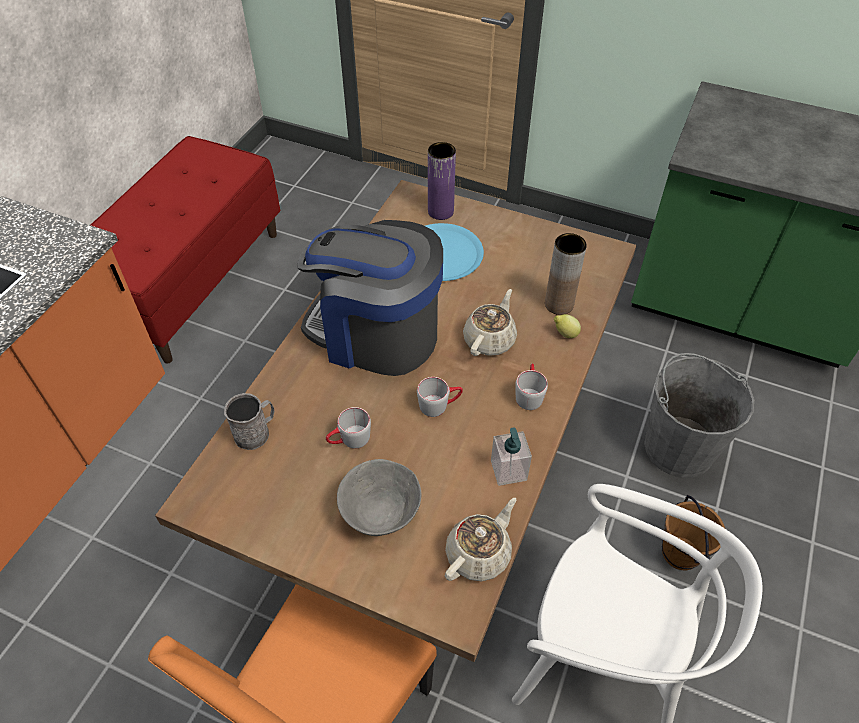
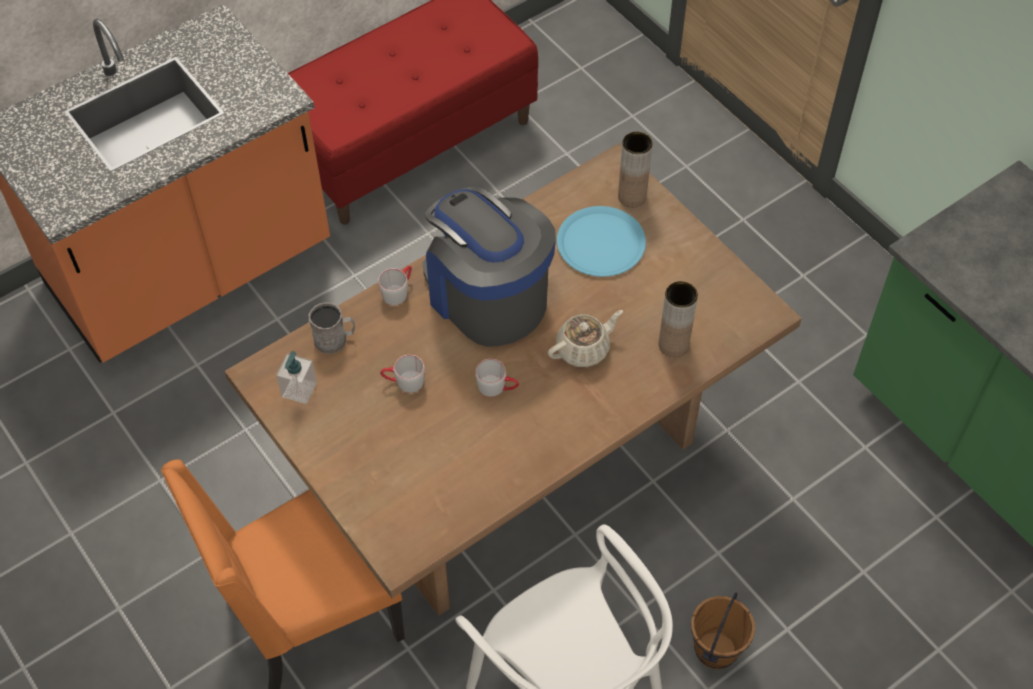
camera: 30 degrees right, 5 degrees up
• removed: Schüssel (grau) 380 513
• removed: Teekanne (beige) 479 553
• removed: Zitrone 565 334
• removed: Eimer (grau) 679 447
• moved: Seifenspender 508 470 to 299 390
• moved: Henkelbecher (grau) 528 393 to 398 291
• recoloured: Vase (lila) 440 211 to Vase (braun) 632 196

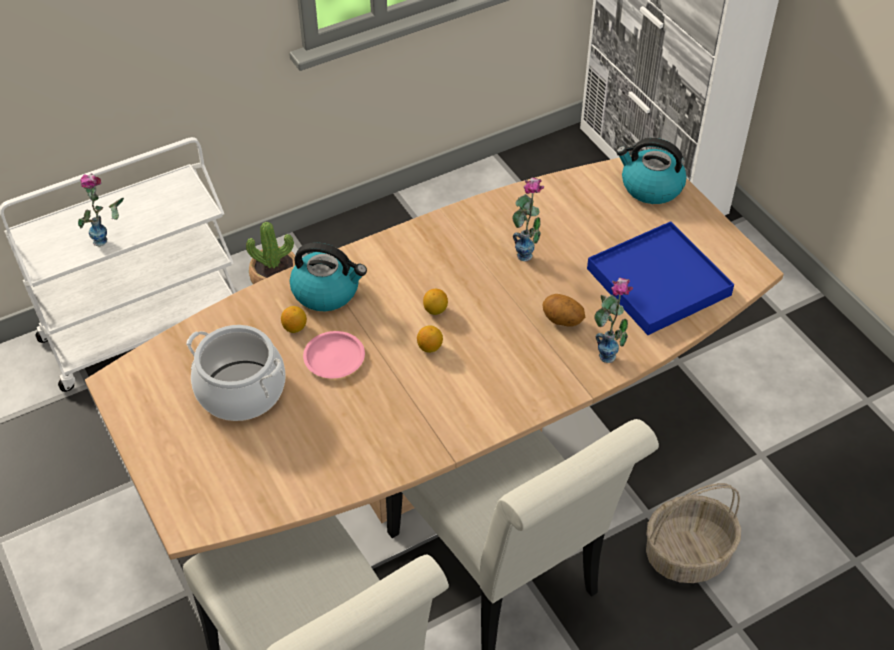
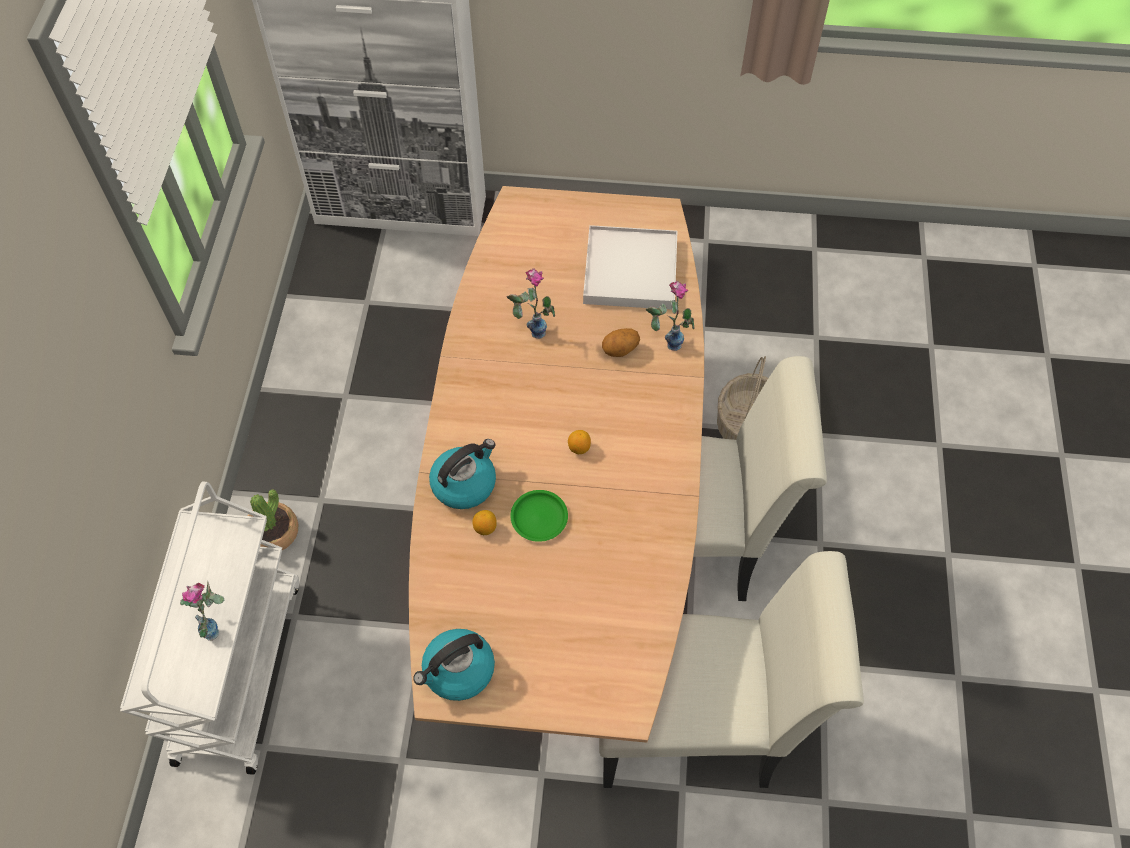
camera: 55 degrees left, 10 degrees up
• removed: Kochtopf 241 391
• removed: Zitrone 435 310
• moved: Wasserkessel 650 187 to 458 671
• recoloured: Teller (rosa) 333 358 to Teller (grün) 538 518
• recoloured: Tablett (blau) 659 282 to Tablett (weiß) 630 271

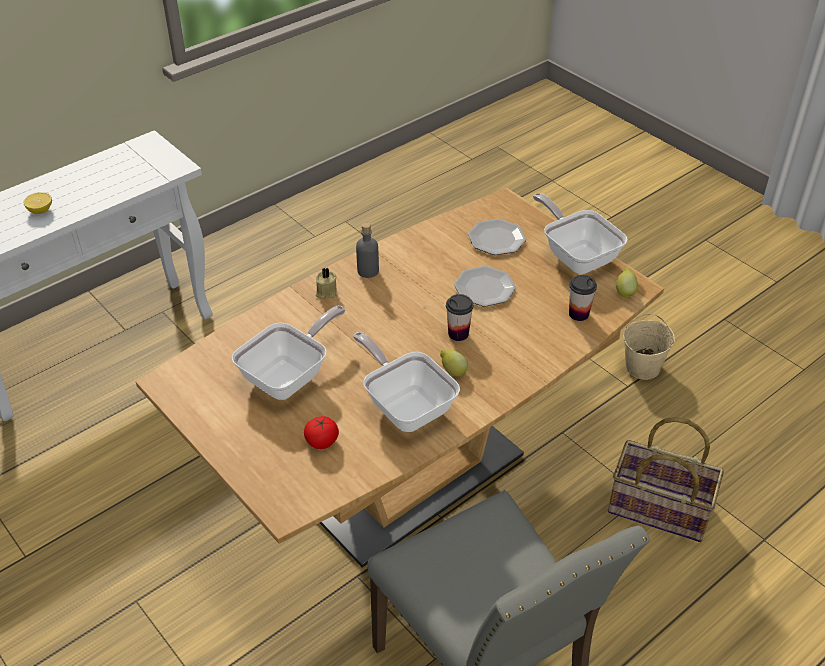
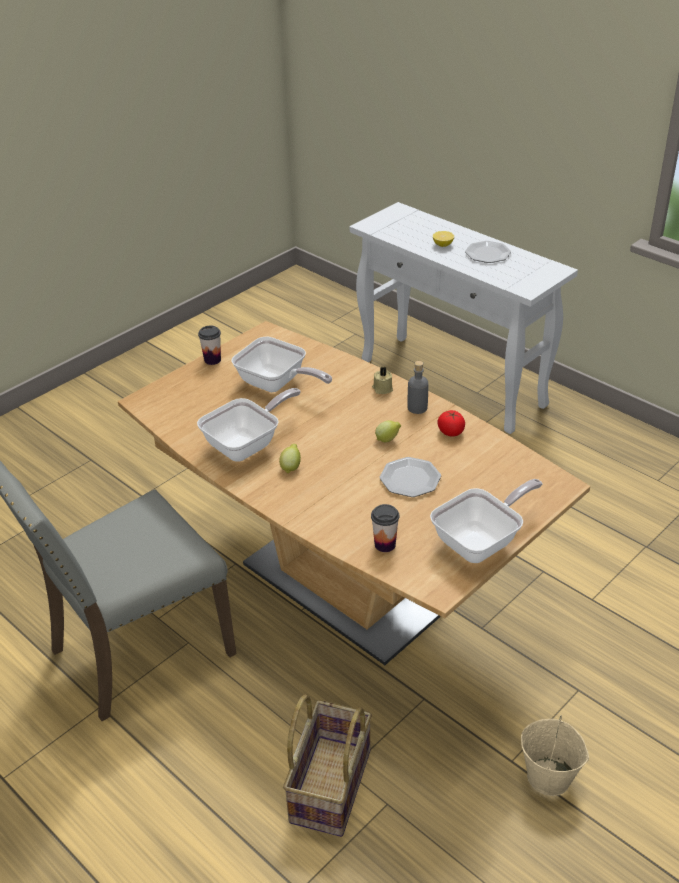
camera: 85 degrees right, 5 degrees down
• moved: Tomate 322 441 to 451 432
• moved: Tasse 458 334 to 212 360
• moved: Teller 497 239 to 488 254
• moved: Zitrone 625 292 to 388 440

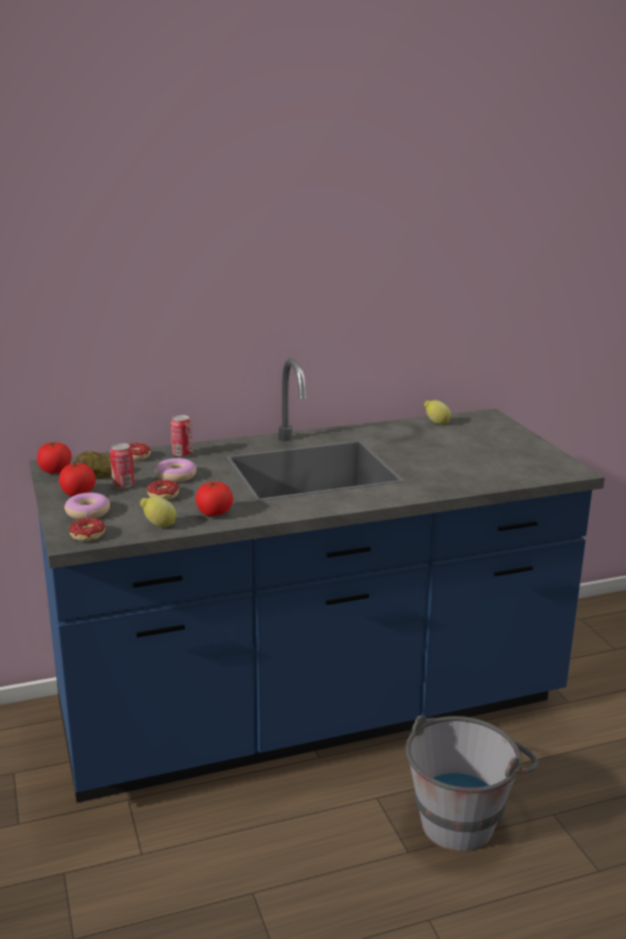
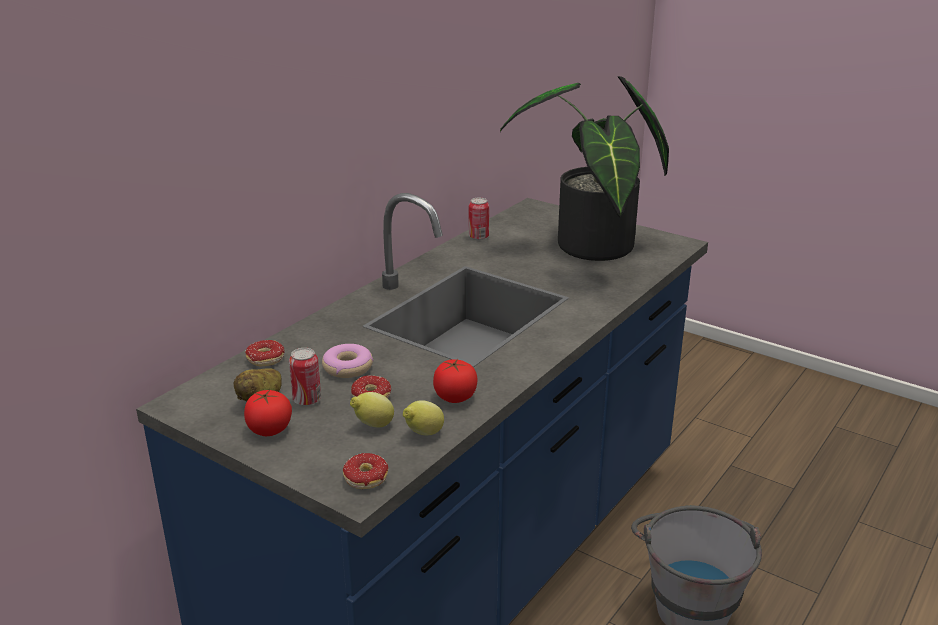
camera: 35 degrees left, 5 degrees up
• removed: Tomate 55 471
• removed: Donut 88 512
• added: Topfpflanze 591 250
• moved: Dose 182 454 to 478 237
• moved: Zitrone 436 423 to 373 425

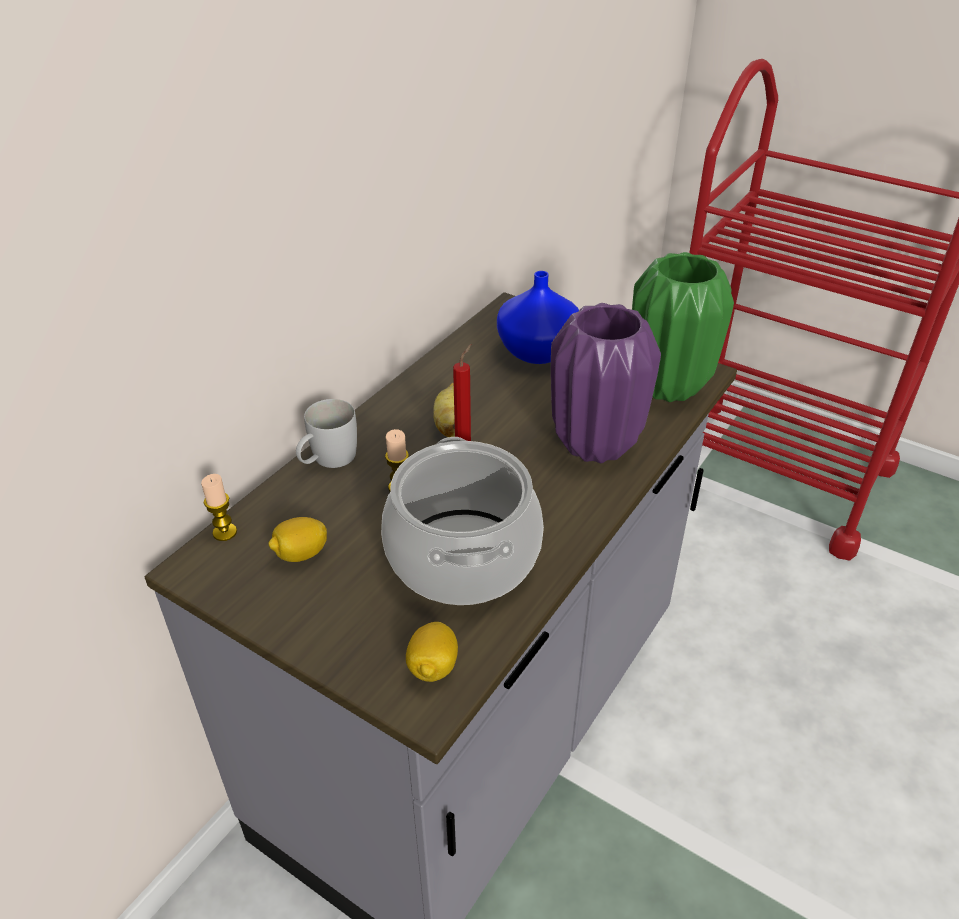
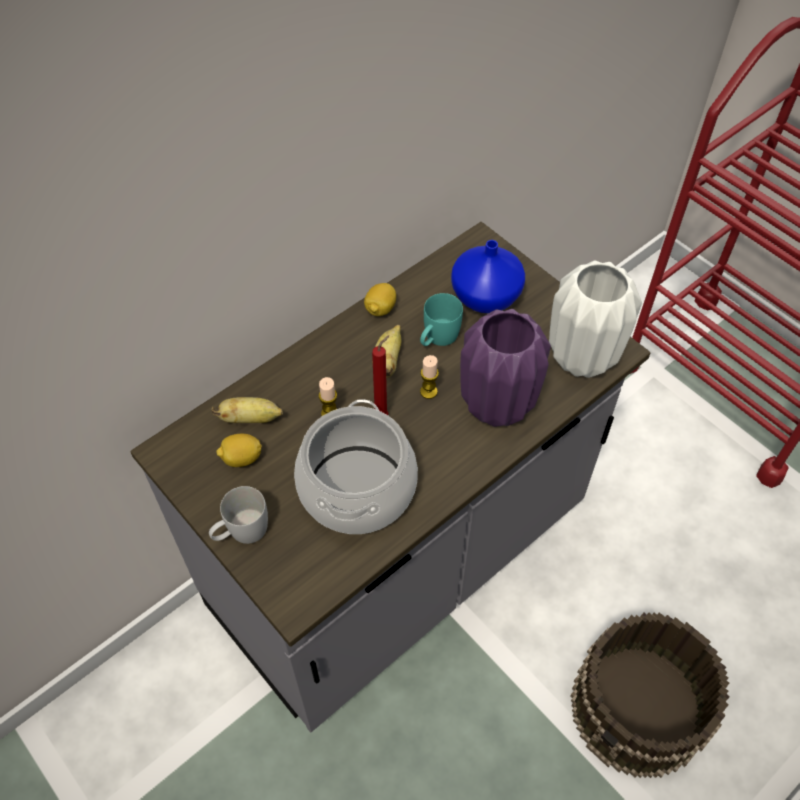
camera: 15 degrees right, 15 degrees up
• added: Banane 251 419
• added: Henkelbecher (türkis) 437 338
• added: Eimer (braun) 639 708
• moved: Kerze 225 532 to 428 391
• moved: Henkelbecher (weiß) 328 460 to 241 532
• moved: Zitrone 433 667 to 380 309
• recoloured: Vase (grün) 669 386 to Vase (weiß) 582 359

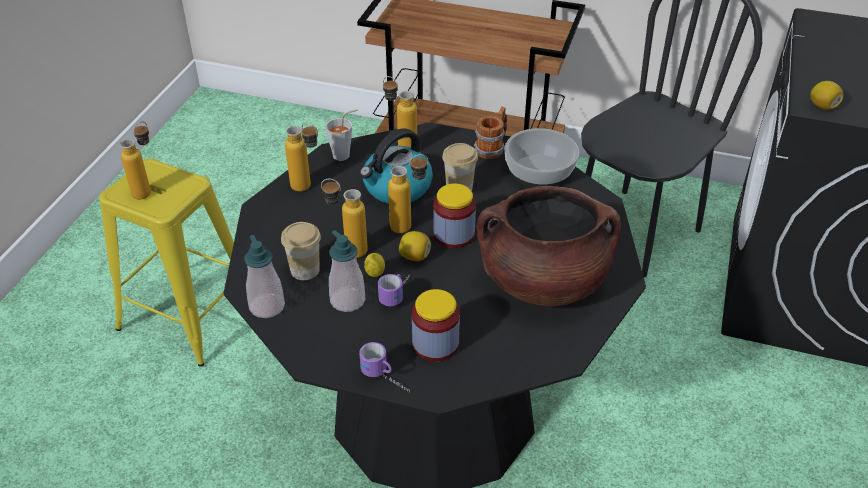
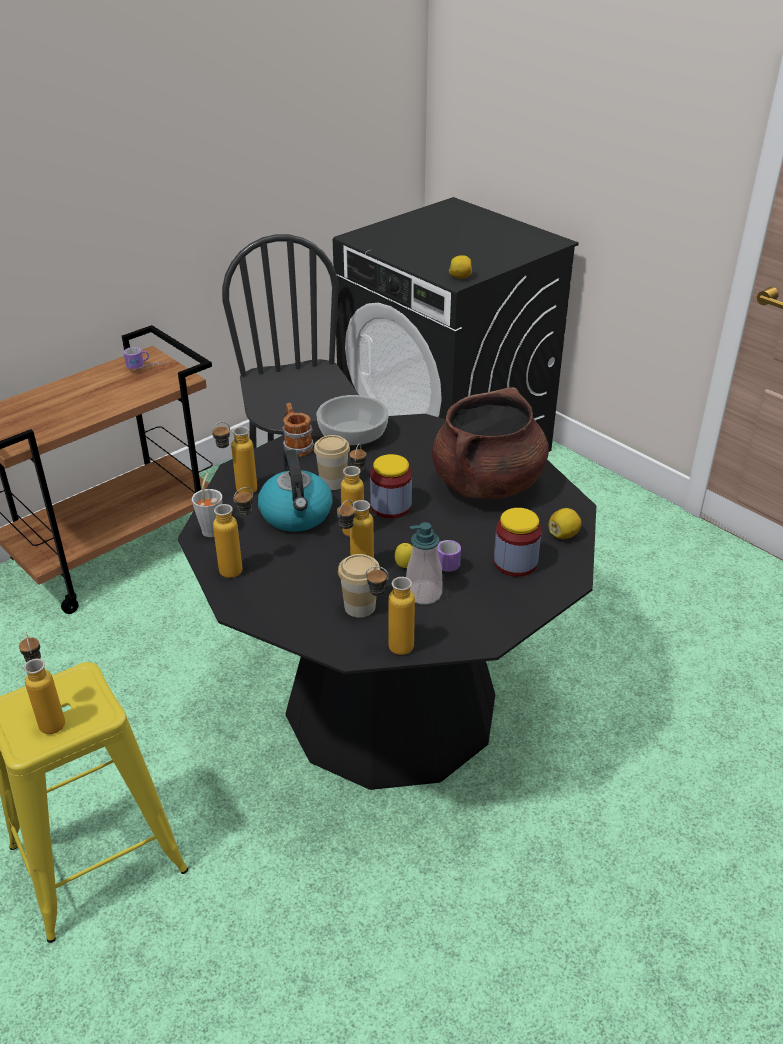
camera: 60 degrees left, 5 degrees down
• moved: Henkelbecher 386 380 to 146 368
• moved: Zitrone 415 256 to 563 535
• replaced: Seifenspender 267 306 to Flasche 390 646

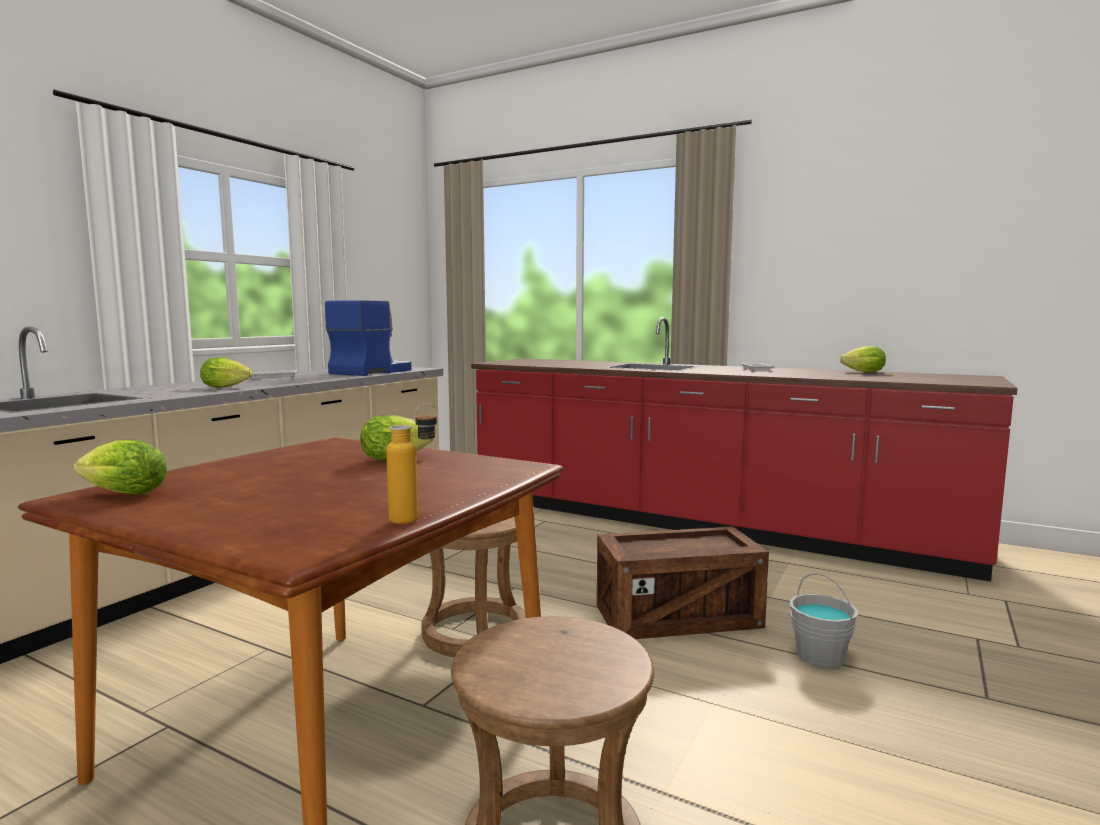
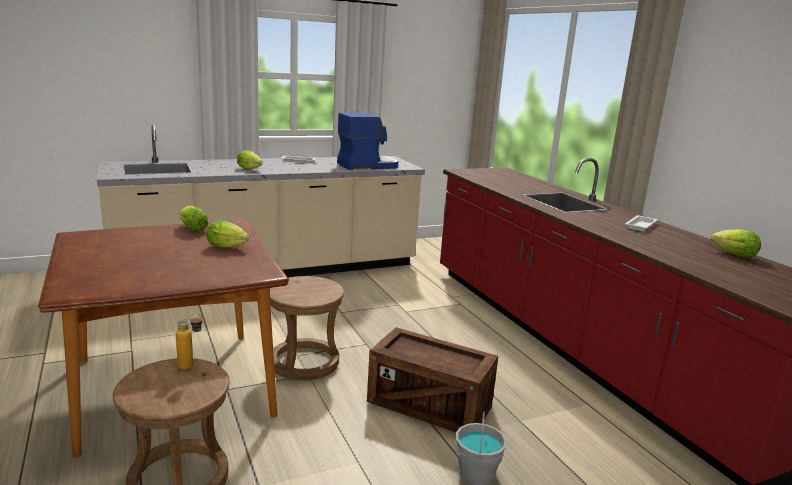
camera: 35 degrees right, 10 degrees up
• moved: Salatkopf 120 494 to 191 229
• moved: Flasche 415 518 to 191 367

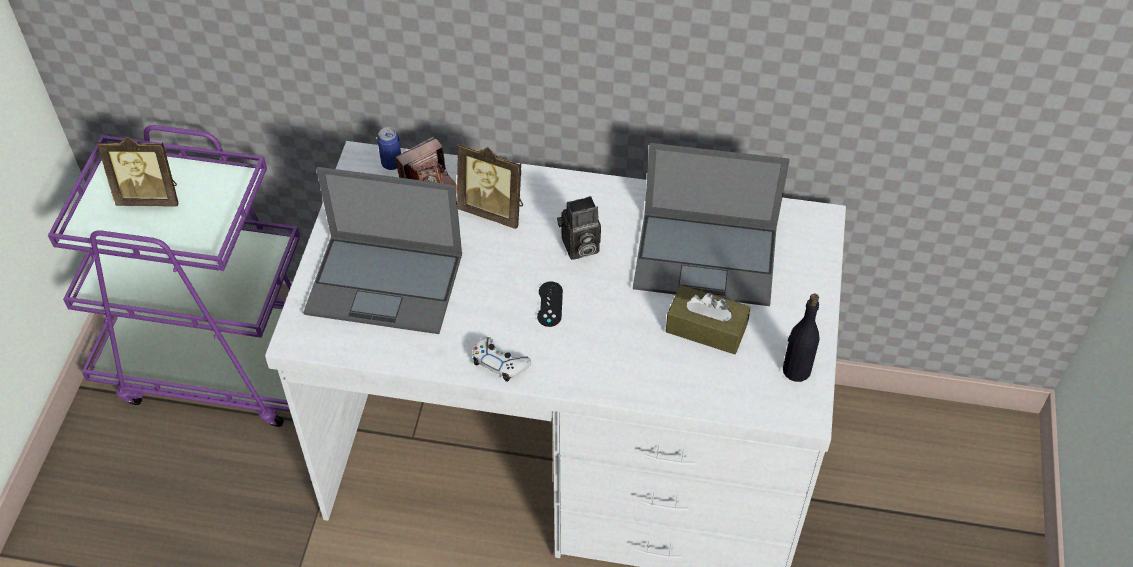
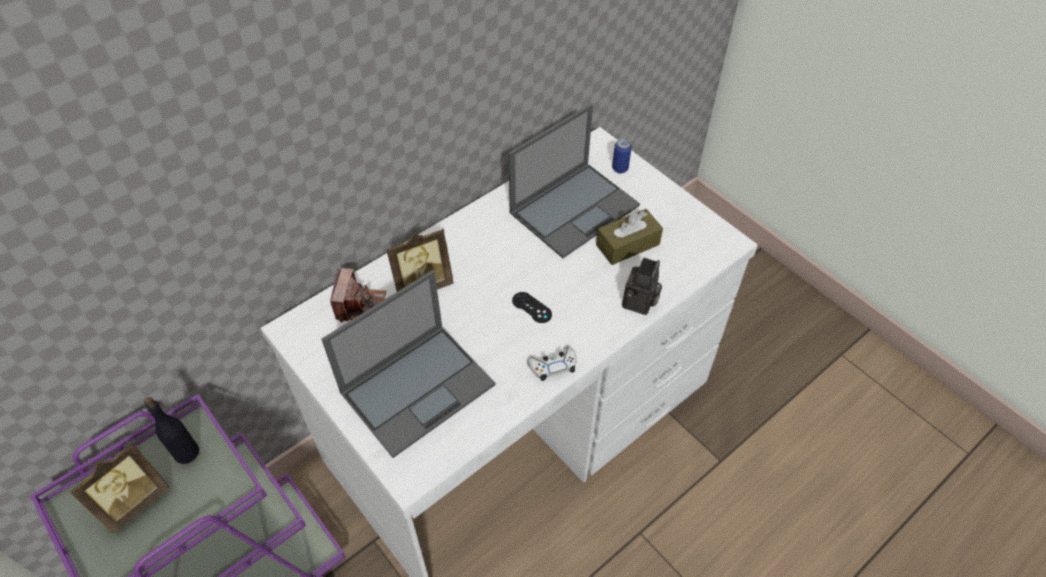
camera: 50 degrees left, 0 degrees up
• moved: Dose 391 163 to 620 168
• moved: Kamera 579 248 to 640 304
• moved: Flasche (schwarz) 796 370 to 186 453

